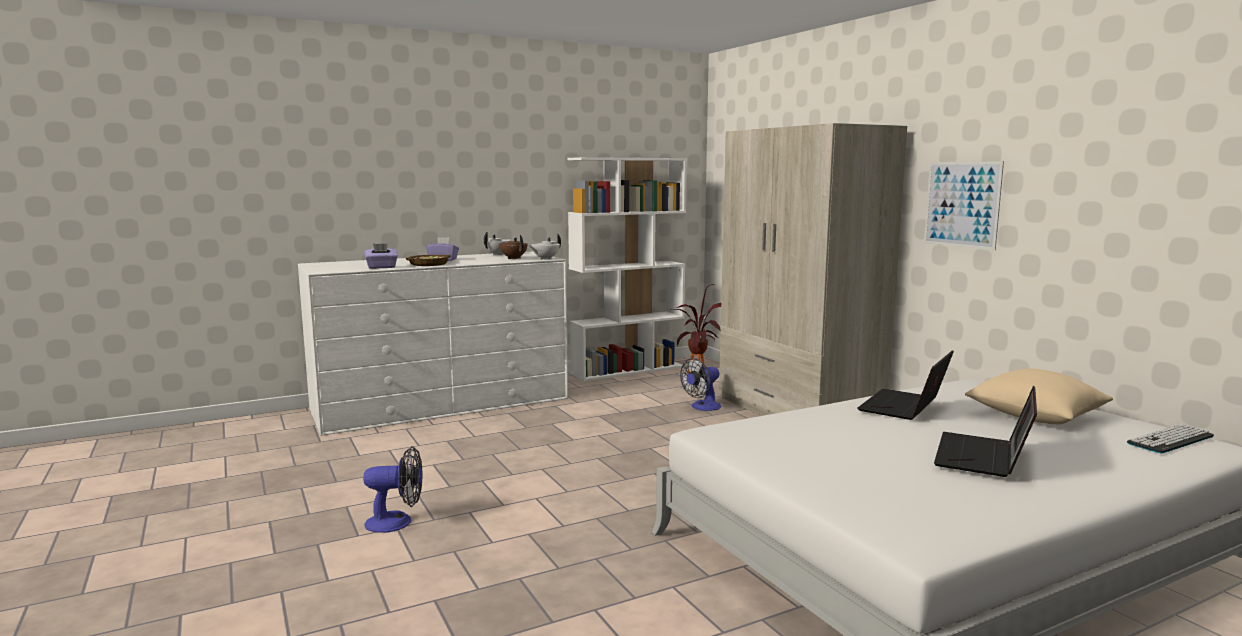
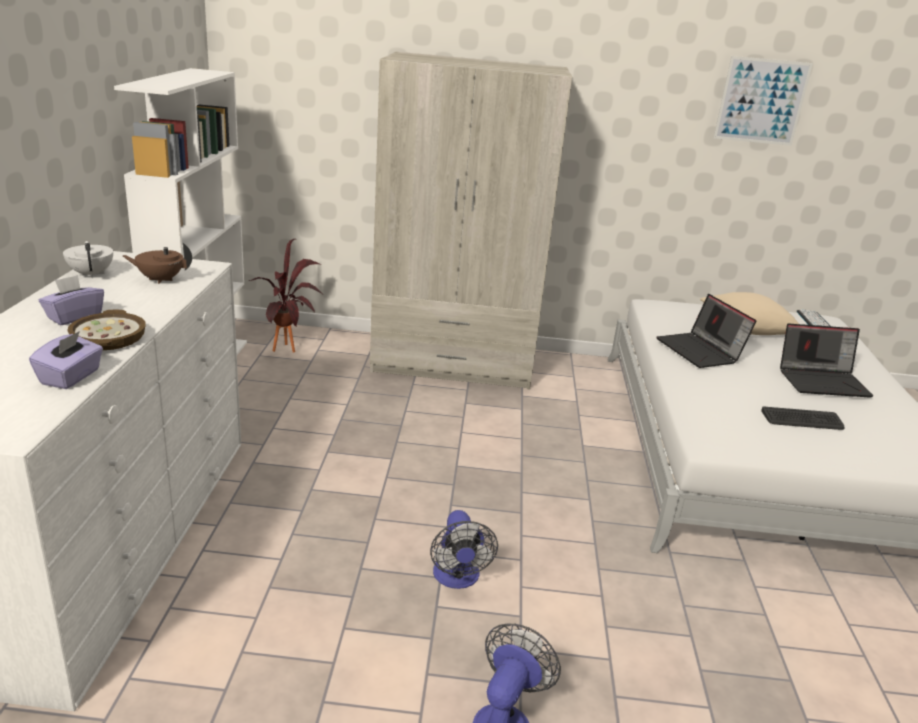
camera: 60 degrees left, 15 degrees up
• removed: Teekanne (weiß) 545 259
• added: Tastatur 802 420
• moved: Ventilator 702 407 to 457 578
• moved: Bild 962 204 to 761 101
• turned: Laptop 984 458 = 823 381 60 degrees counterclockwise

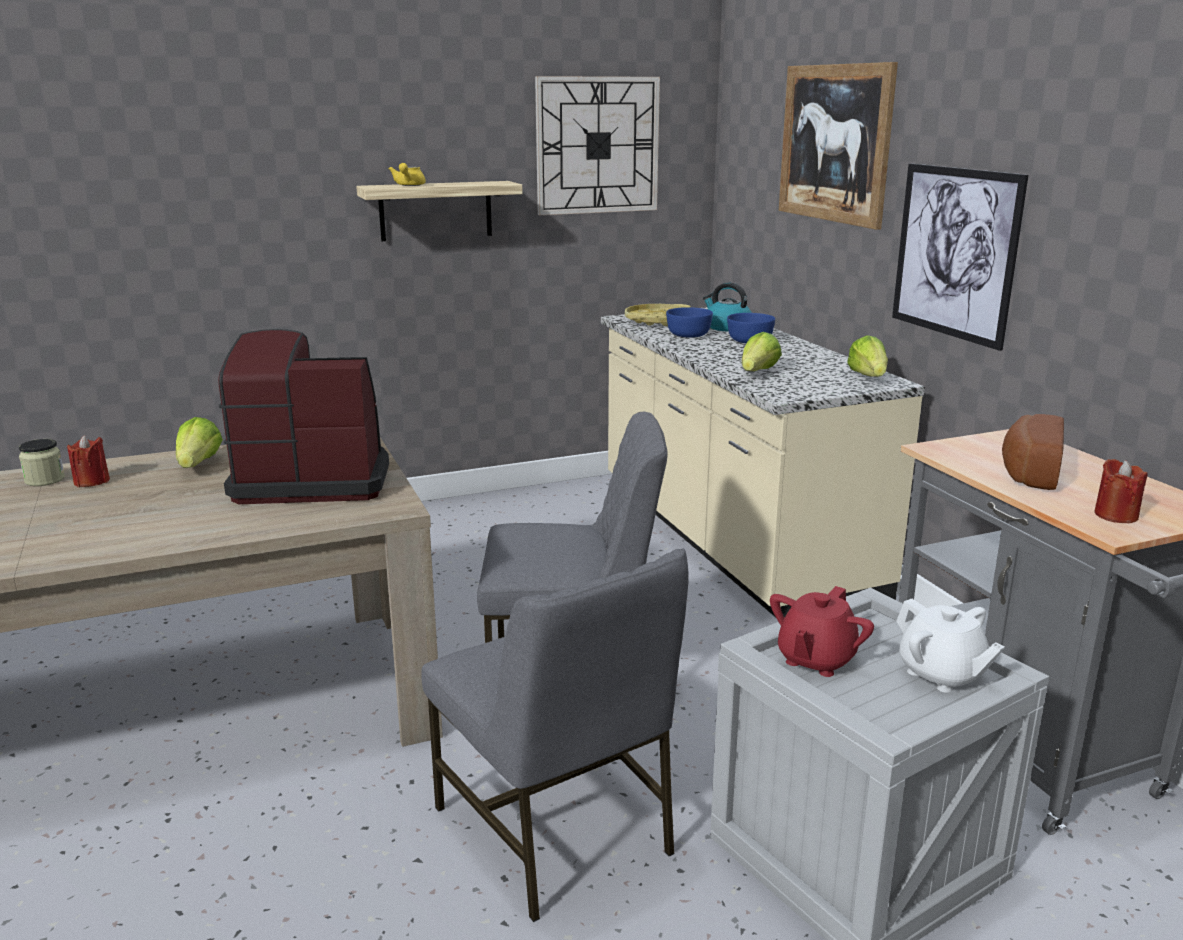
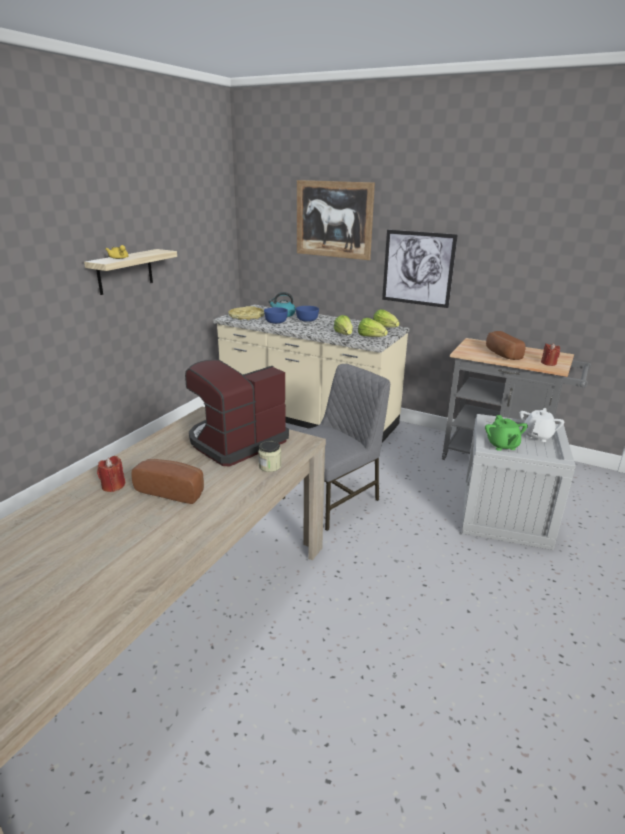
camera: 40 degrees left, 5 degrees up
• removed: Stuhl (grau) 556 831
• removed: Wanduhr 597 145
• added: Brot 173 490
• moved: Vorratsglas 45 480 to 270 466
• moved: Salatkopf 198 465 to 371 337
• recoloured: Teekanne (rot) 815 660 to Teekanne (grün) 502 445
• turned: Teekanne (weiß) 941 675 = 537 436 75 degrees counterclockwise

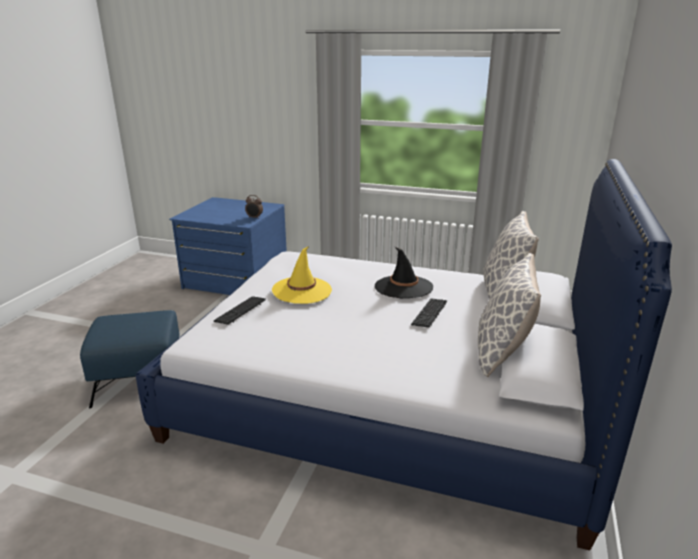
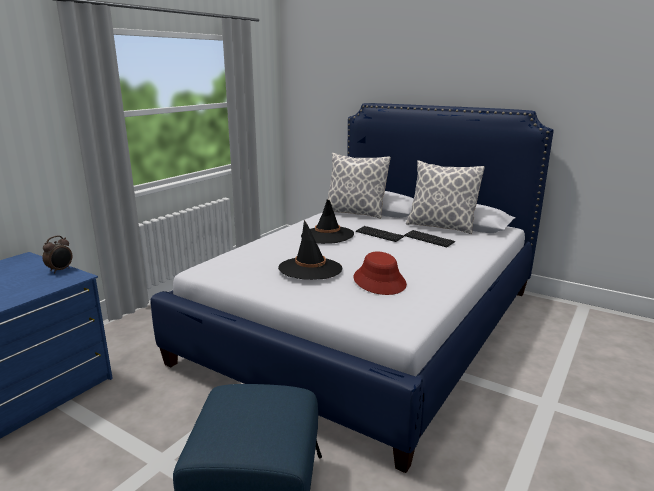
camera: 75 degrees left, 5 degrees down
• added: Hut (rot) 379 281
• moved: Tastatur 240 311 to 428 239
• recoloured: Hut (gelb) 302 290 to Hut (schwarz) 310 269

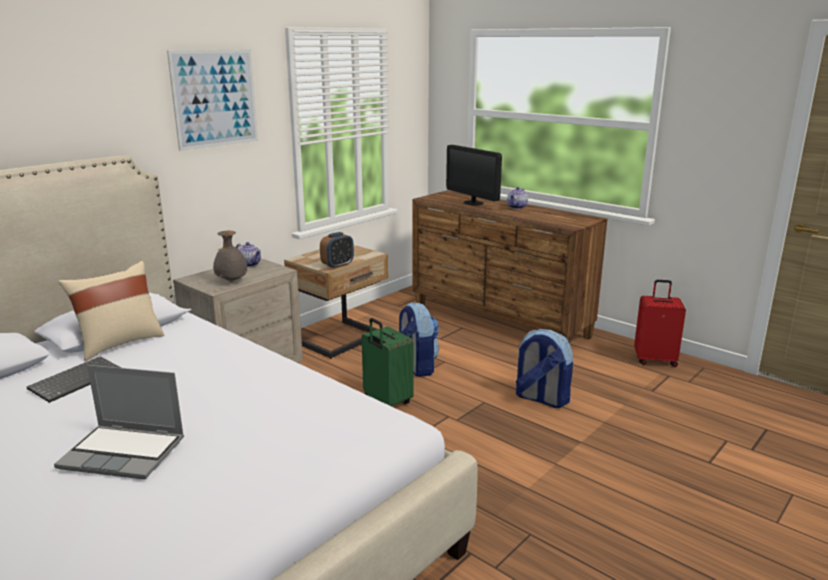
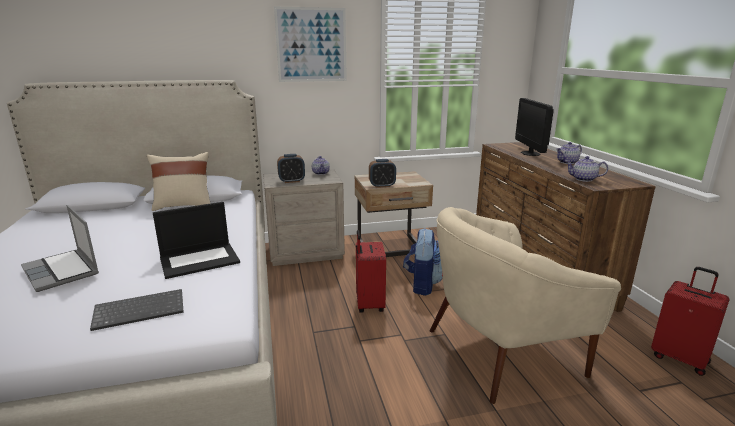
camera: 35 degrees right, 0 degrees up
• added: Laptop 200 260
• added: Teekanne 583 179
• moved: Tastatur 76 380 to 141 310
• replaced: Vase (grau) 231 281 to Wecker 291 181
• replaced: Rucksack 540 398 to Sessel (beige) 501 351
• recoloured: Koffer (grün) 386 401 to Koffer (rot) 368 304

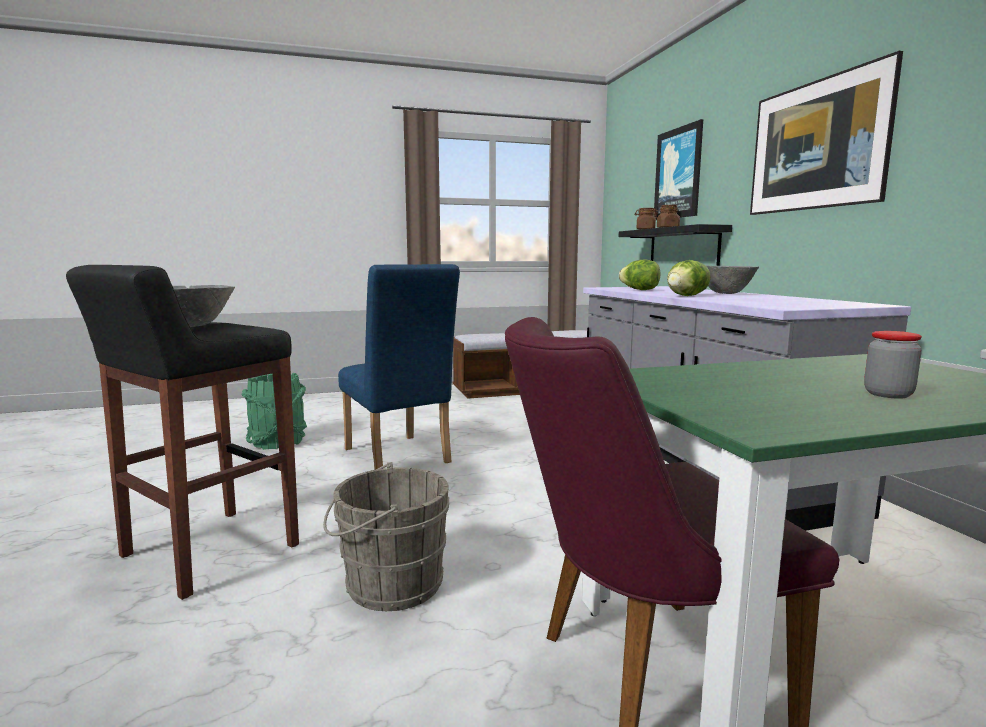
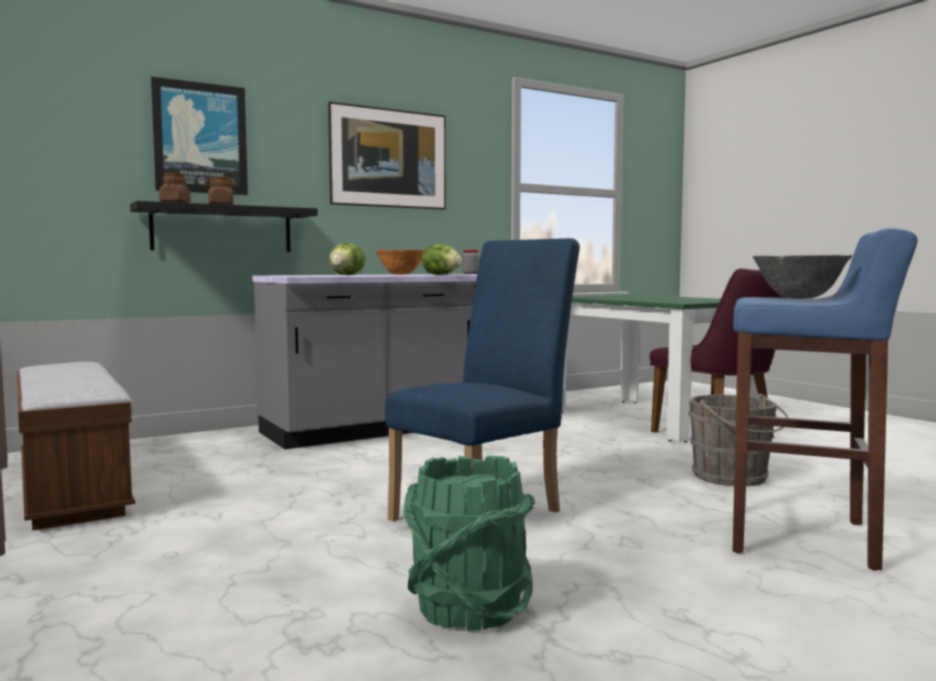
camera: 105 degrees left, 5 degrees down
• moved: Vorratsglas 888 394 to 470 274
• recoloured: Hocker (schwarz) 207 552 to Hocker (blau) 803 538
• recoloured: Schüssel (grau) 725 293 to Schüssel (orange) 400 274

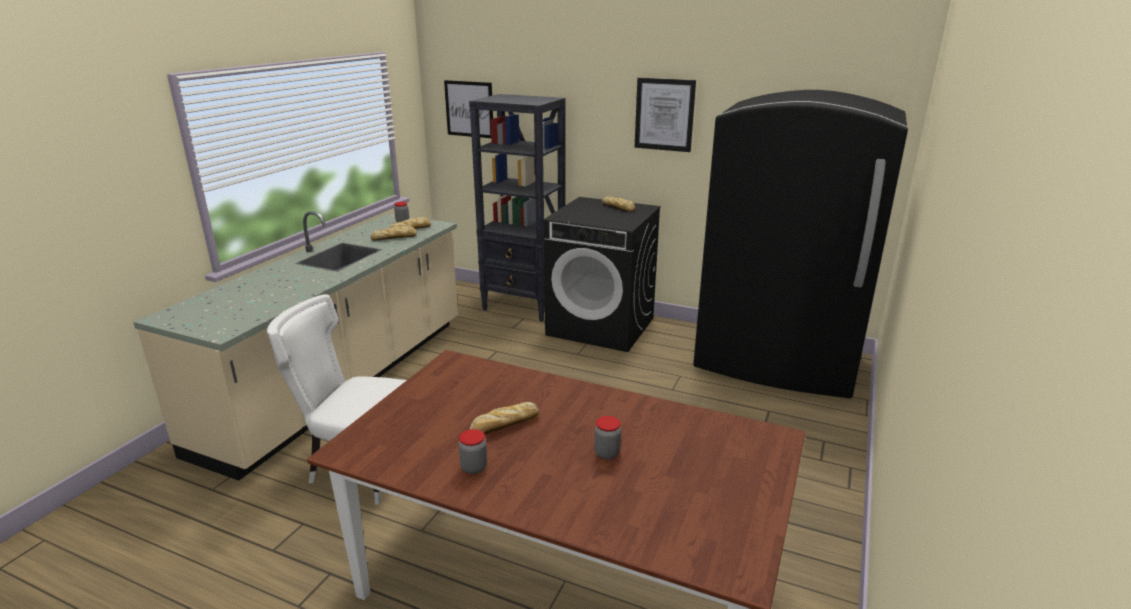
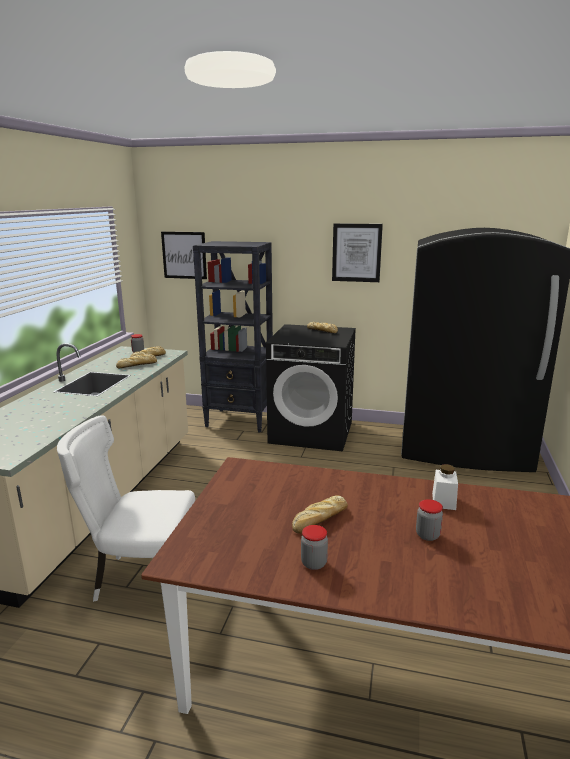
camera: 10 degrees left, 5 degrees down
• added: Vorratsglas (weiß) 443 501

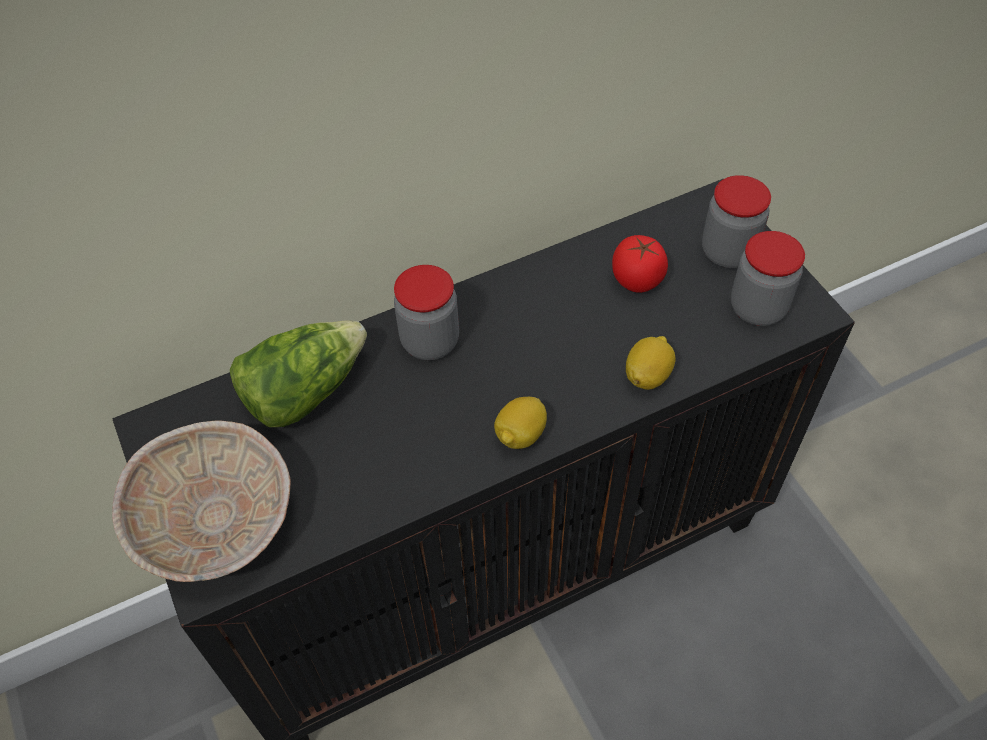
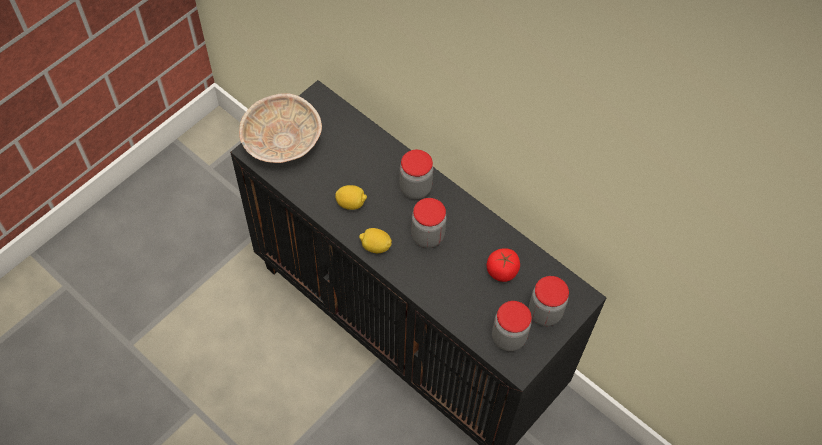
camera: 65 degrees right, 5 degrees up
• removed: Salatkopf 304 390
• added: Vorratsglas 427 236
• moved: Zitrone 647 375 to 351 203

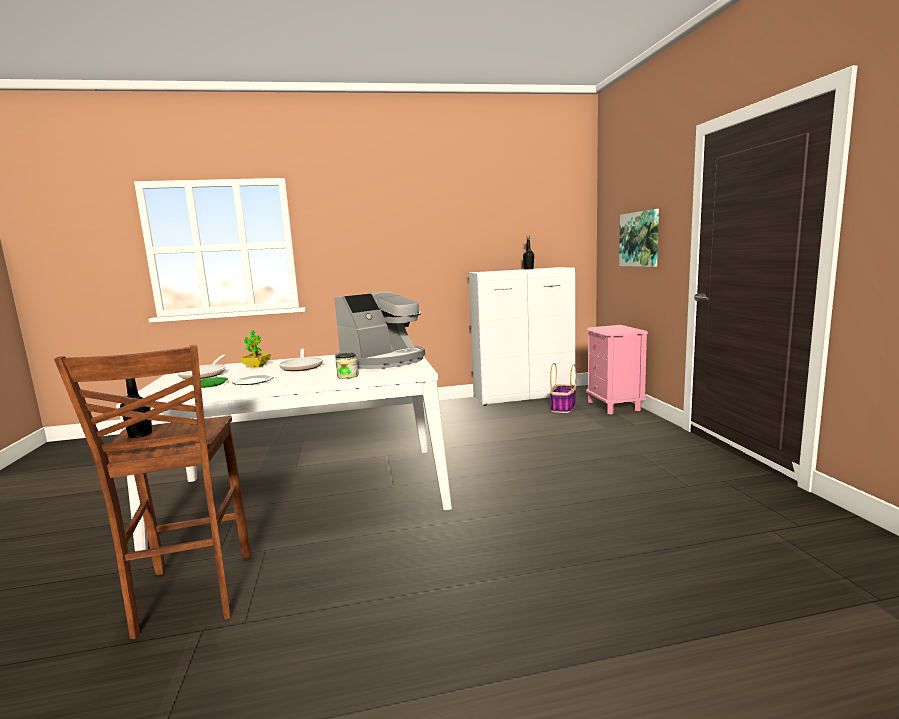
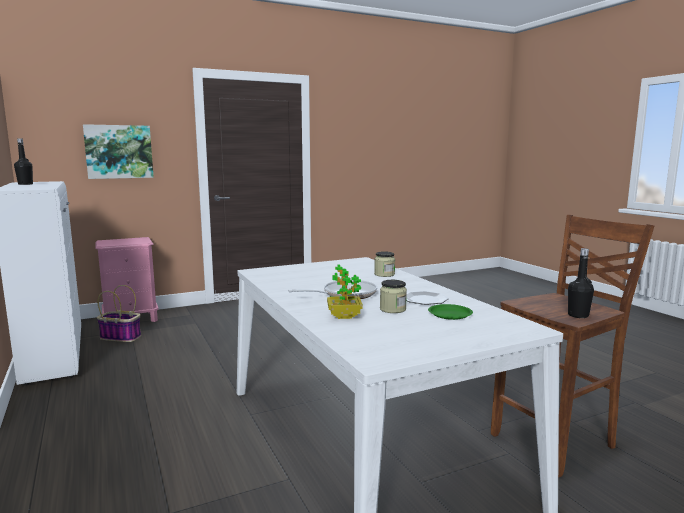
camera: 105 degrees left, 0 degrees up
• removed: Pfanne 205 374
• removed: Kaffeemaschine 384 360
• added: Vorratsglas 392 309

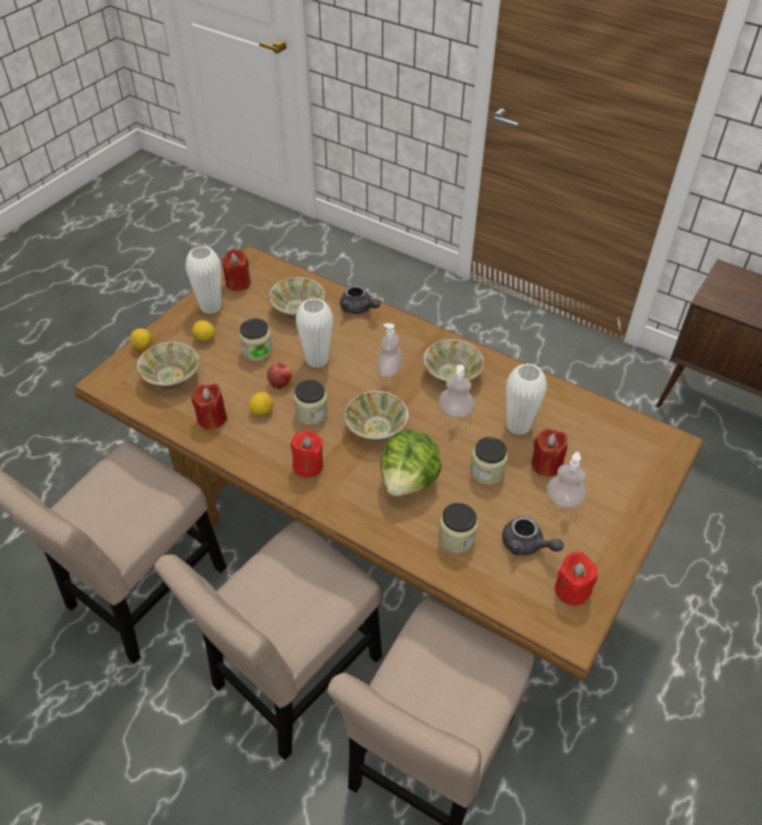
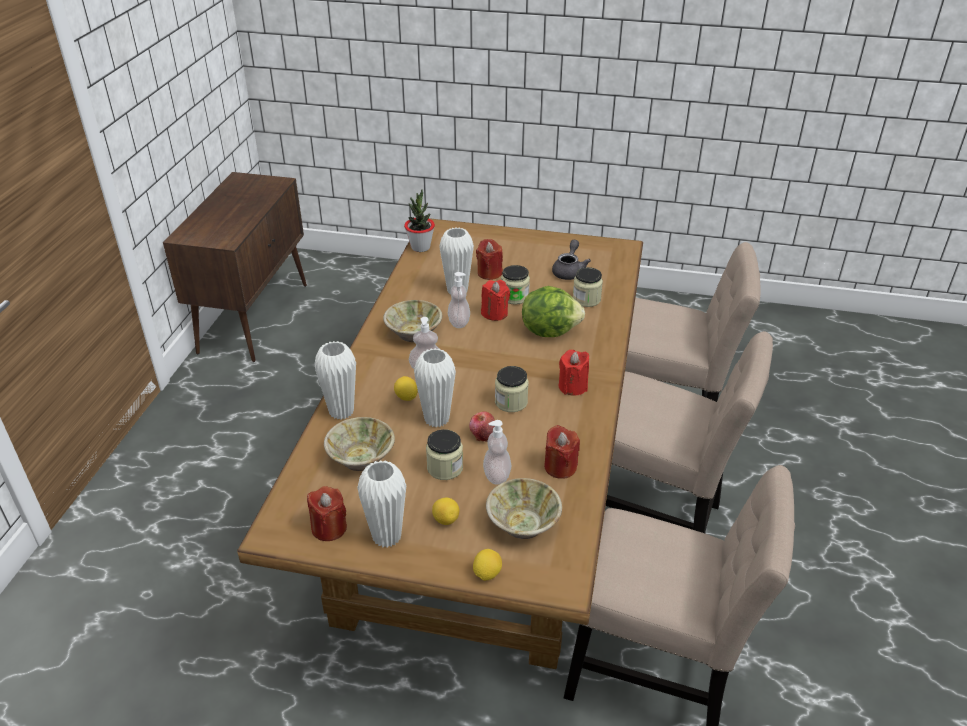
camera: 110 degrees left, 10 degrees down
• removed: Schüssel (beige) 376 428
• added: Topfpflanze 420 247
• moved: Zitrone 261 411 to 406 397
• moved: Seifenspender 563 500 to 497 475
• moved: Kerze (rot) 572 590 to 494 313
• replaced: Teekanne (grau) 358 309 to Vase (weiß) 341 411

